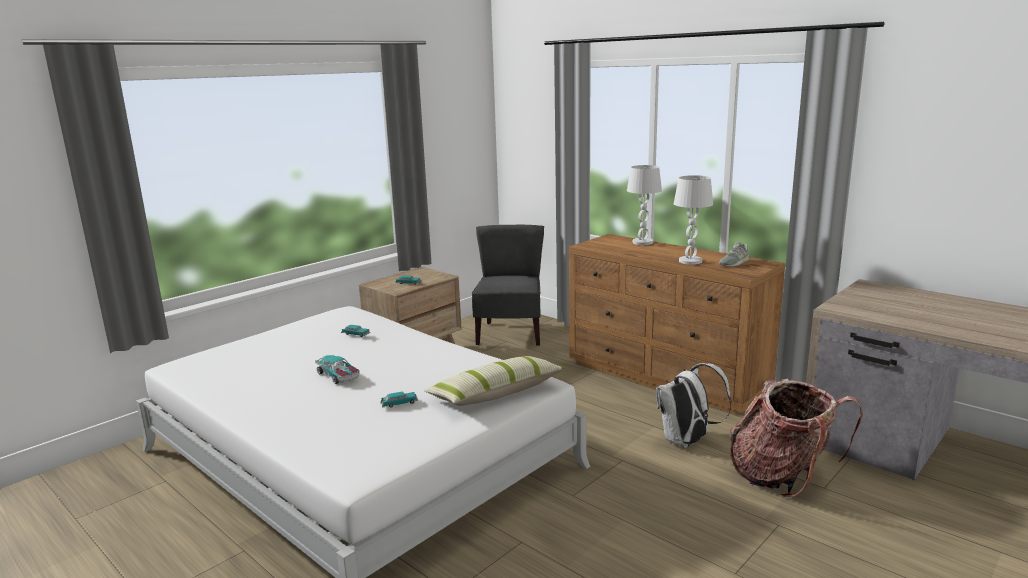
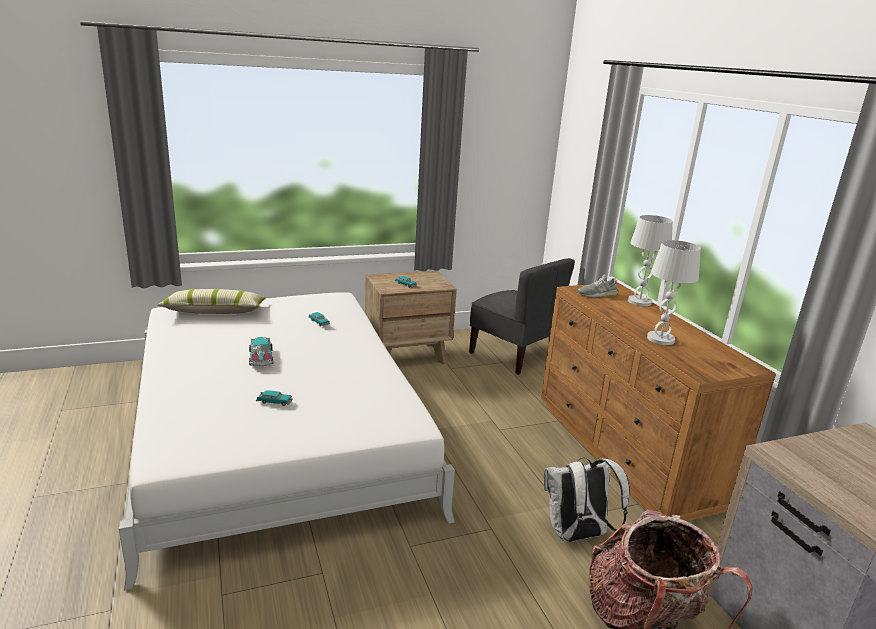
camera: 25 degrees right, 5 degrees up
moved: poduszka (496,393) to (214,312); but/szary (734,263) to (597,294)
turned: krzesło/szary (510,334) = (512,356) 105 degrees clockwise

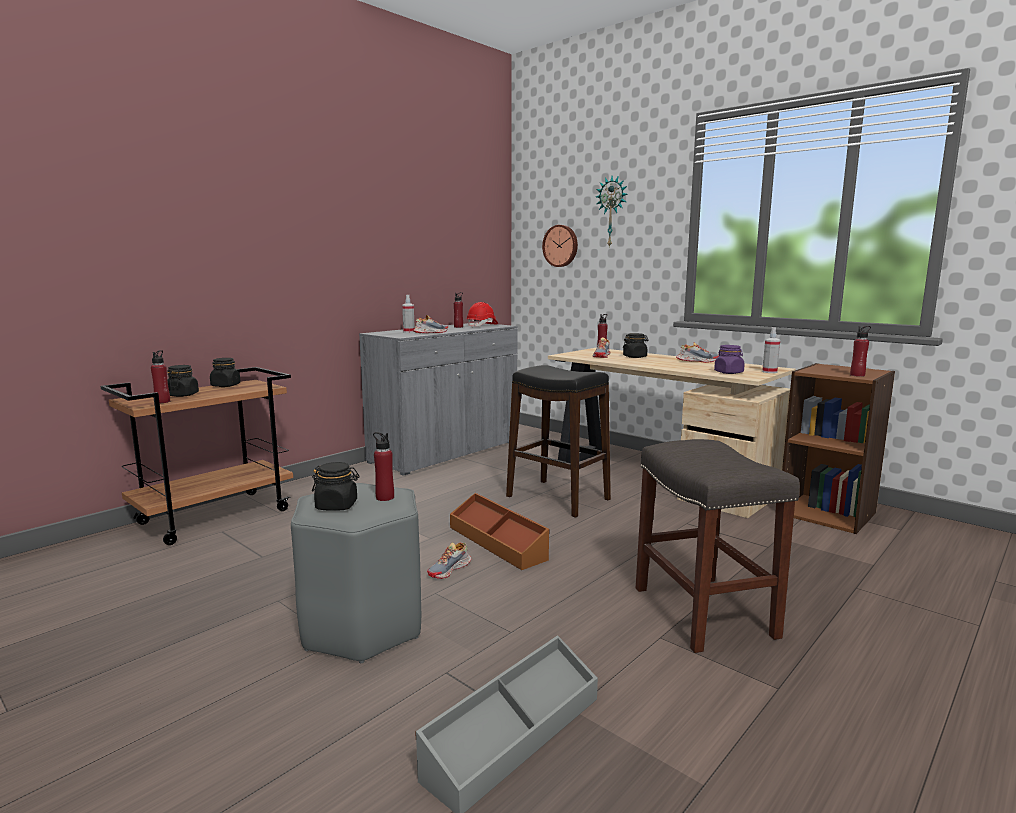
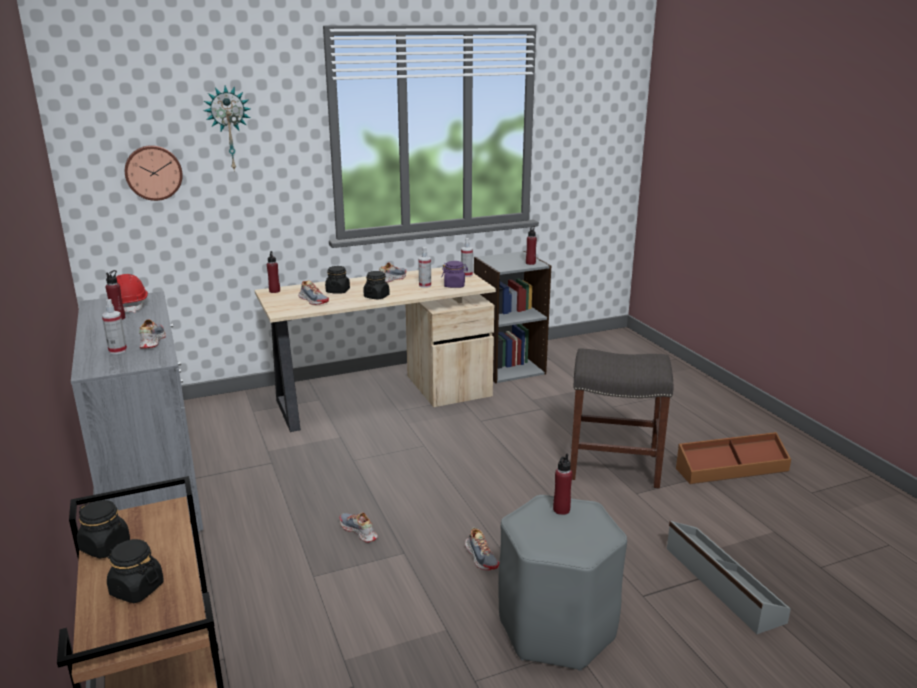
camera: 65 degrees left, 10 degrees up
removed: butelka/czerwony (162,401); stołek/czarny (557,498)
added: but (358,531); spryskiwacz (425,285)
moved: słoik/czarny (337,506) to (376,296); pojemnik do przechowywania/brązowy (498,542) to (731,469)
recoloured: regał/brązowy (827,513) to regał/szary (508,367)

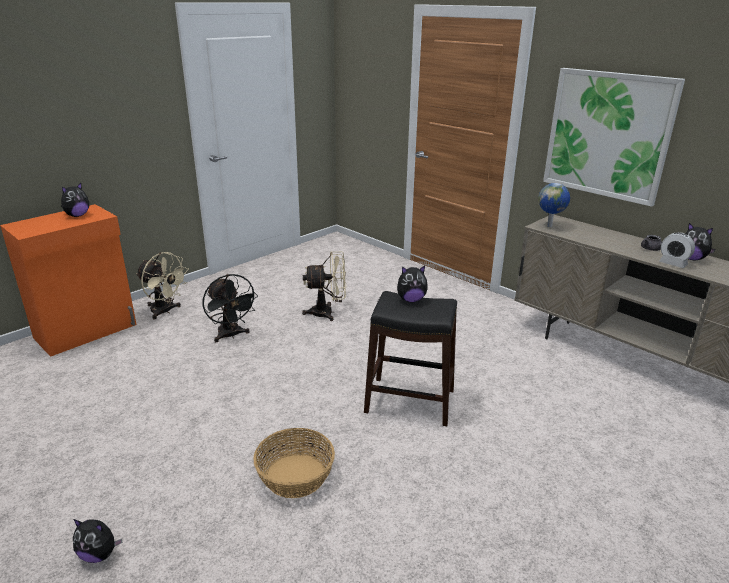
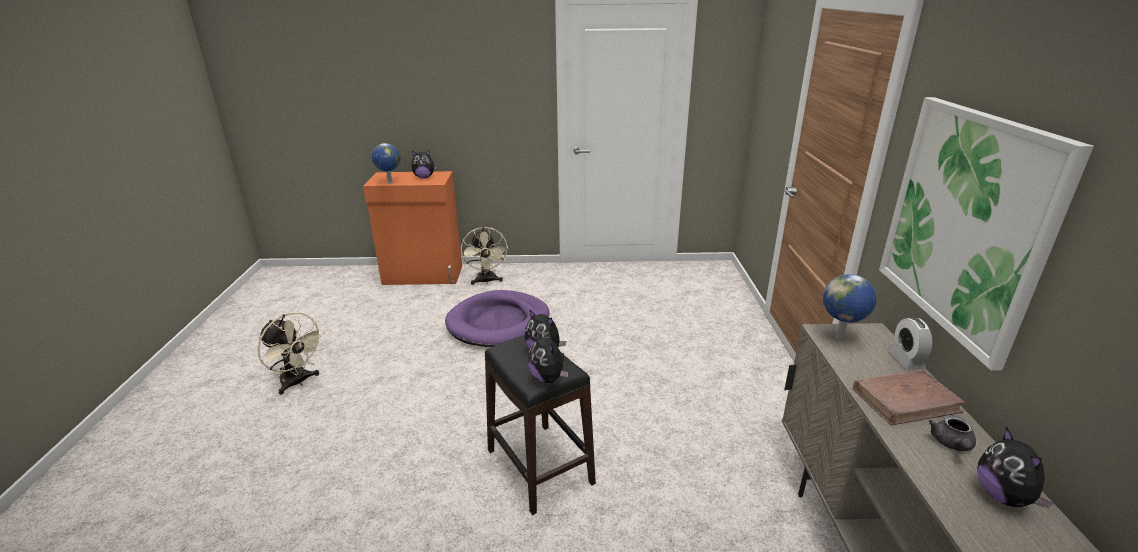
camera: 45 degrees right, 0 degrees up
removed: koszyk (295,475)
added: globus (389,183); książka/brązowy (905,400)
moved: pluszak (99,554) to (548,378); wentylator/beżowy (328,313) to (298,382); budzik (673,263) to (906,360)
replaced: wentylator/czarny (231,335) to legowisko/fioletowy (498,322)

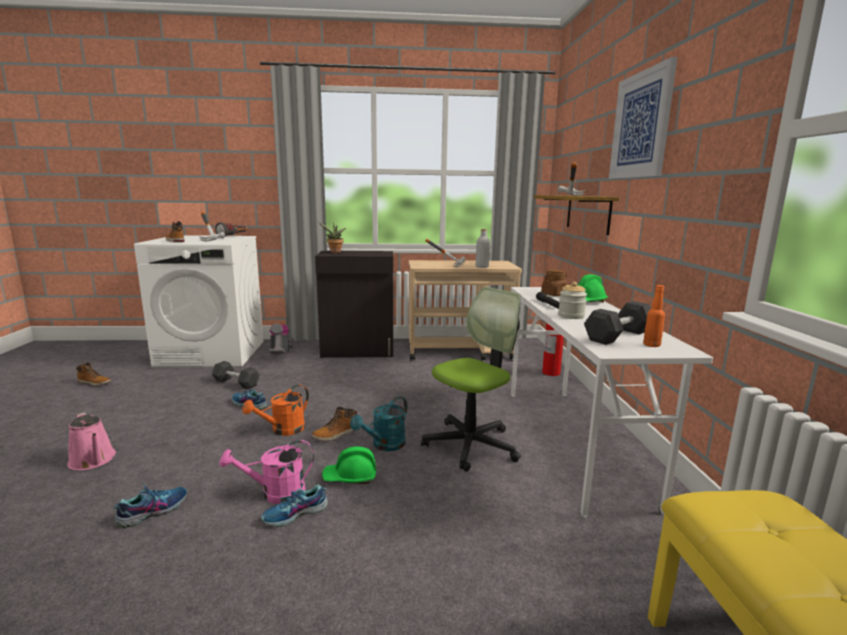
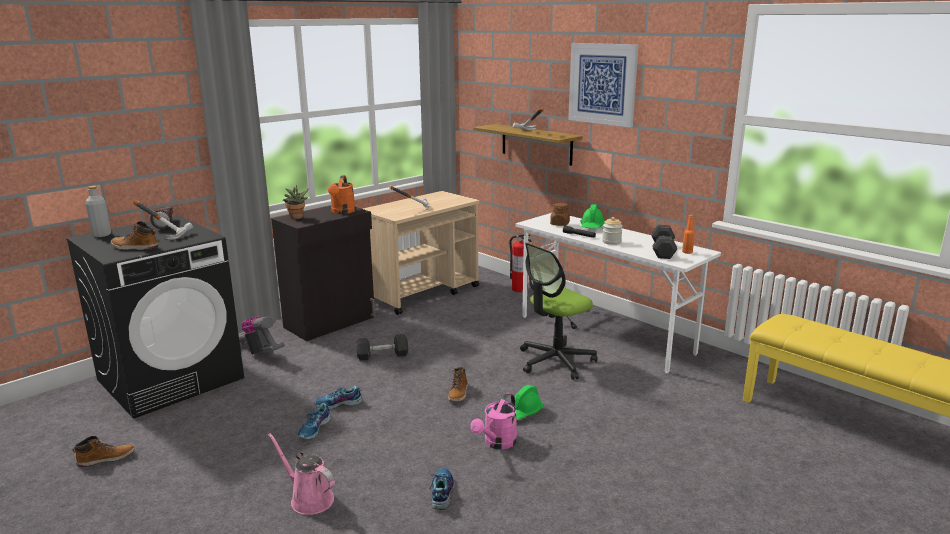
camera: 40 degrees left, 5 degrees up
removed: konewka/turkusowy (384,445)
moved: hantel/szary (236,383) to (382,355); konewka/pomarańczowy (283,430) to (342,212); but (295,514) to (315,428); butelka/szary (482,267) to (101,235)
recoloured: pralka/biały (212,353) to pralka/czarny (171,378)
turned: konewka/różowy (93,461) = (309,499) 150 degrees counterclockwise; krzesło biurowe (471,445) = (555,361) 135 degrees counterclockwise

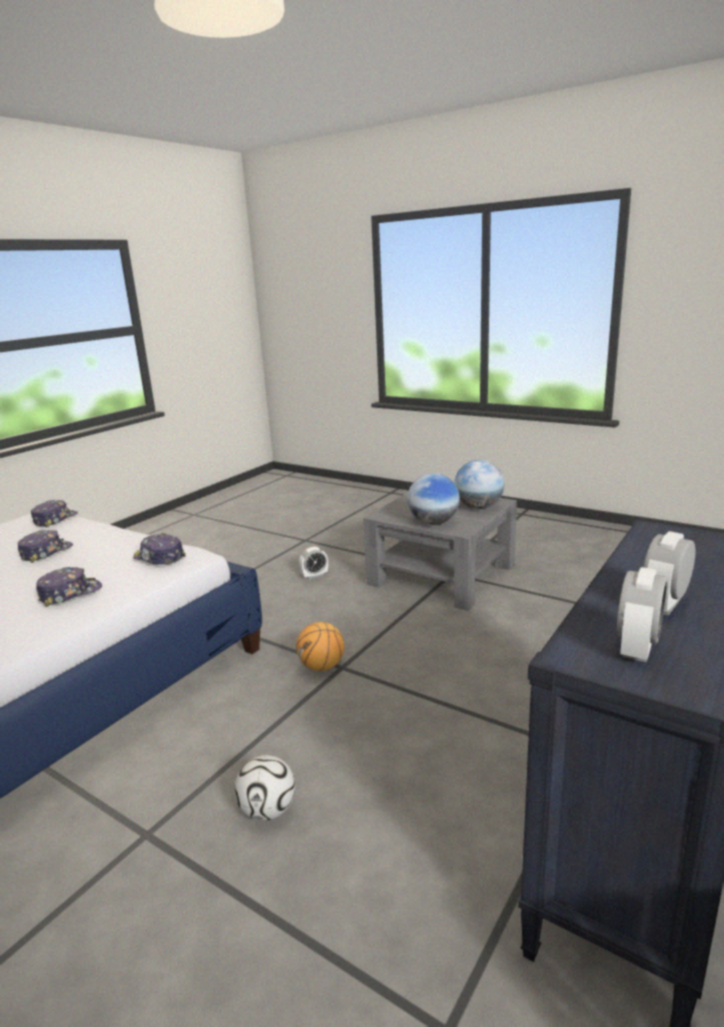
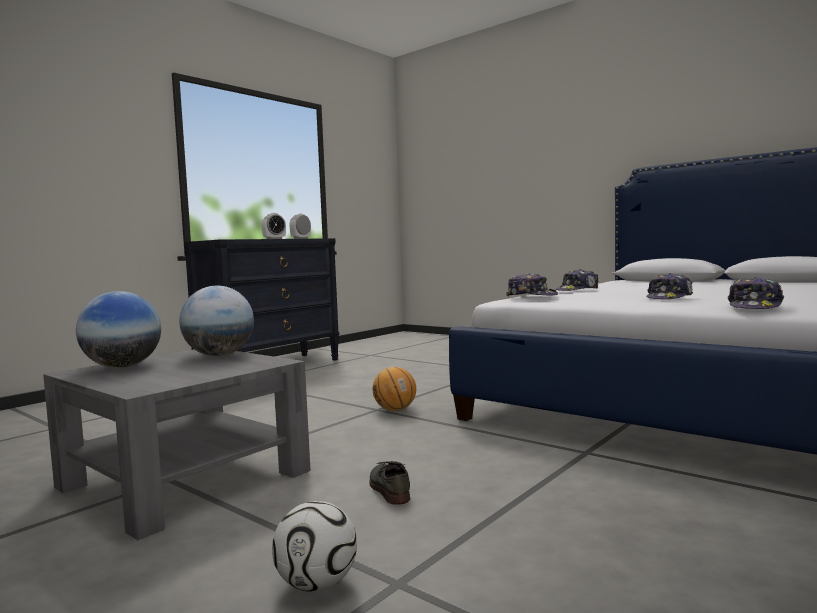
camera: 175 degrees left, 15 degrees down
moved: piłka futbolowa (268,810) to (316,584)
replaced: budzik (314,575) to but/szary (388,488)

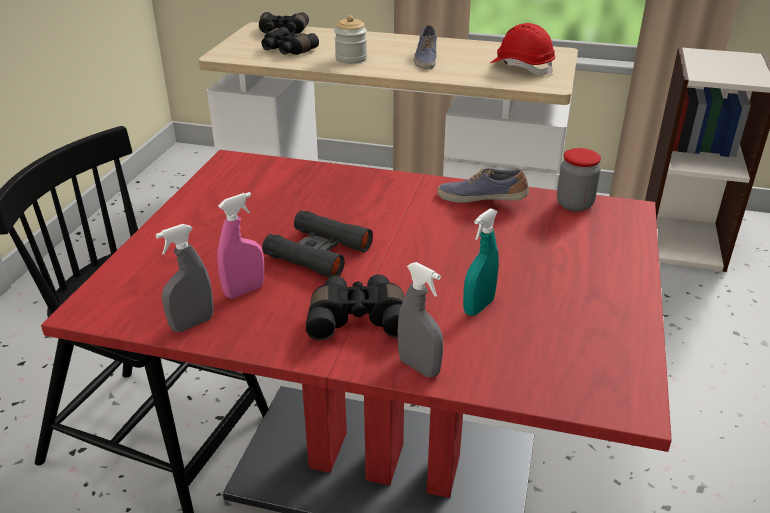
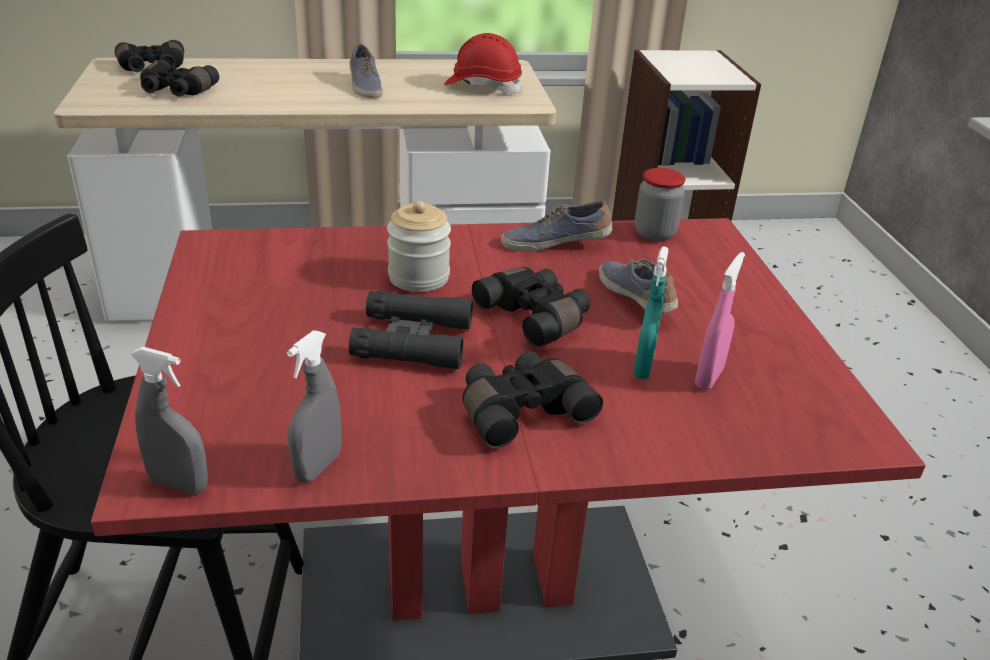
camera: 25 degrees left, 0 degrees up
added: lornetka/czarny (536,317); but (636,298)
moved: spryskiwacz/różowy (244,291) to (709,378); słoik (351,59) to (418,277); spryskiwacz/szary (419,367) to (179,484)

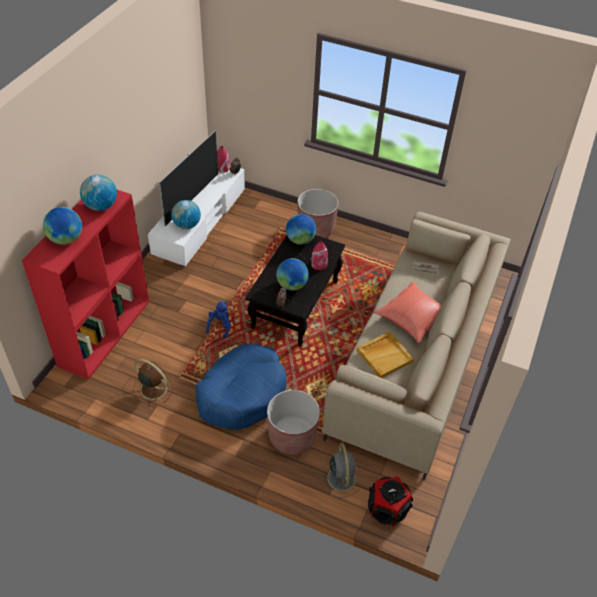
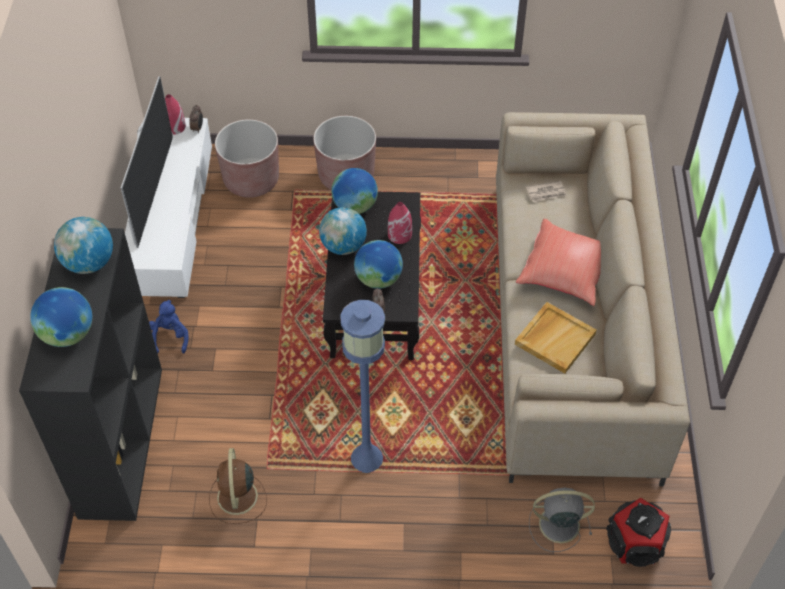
camera: 20 degrees left, 5 degrees up
moved: globus (186,225) to (343,246); pluszak/niebieski (220,326) to (170,337); donica/brązowy (292,436) to (251,180)
replaced: legowisko/niebieski (242,393) to lampa stojąca/niebieski (367,458)
recoloured: regał/czerwony (104,332) to regał/czarny (120,440)
turned: wentylator/brązowy (152,388) = (237,498) 105 degrees counterclockwise; wentylator/szary (341,477) = (557,524) 60 degrees counterclockwise

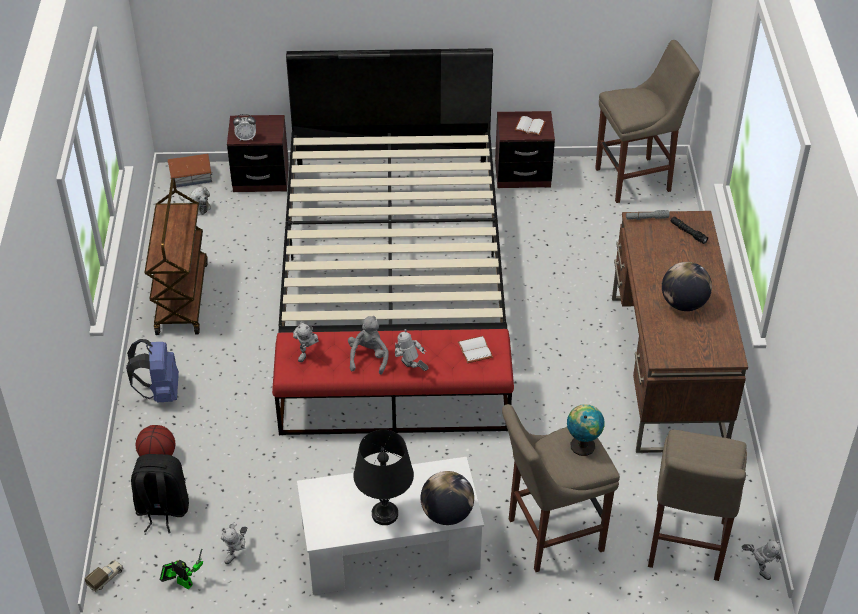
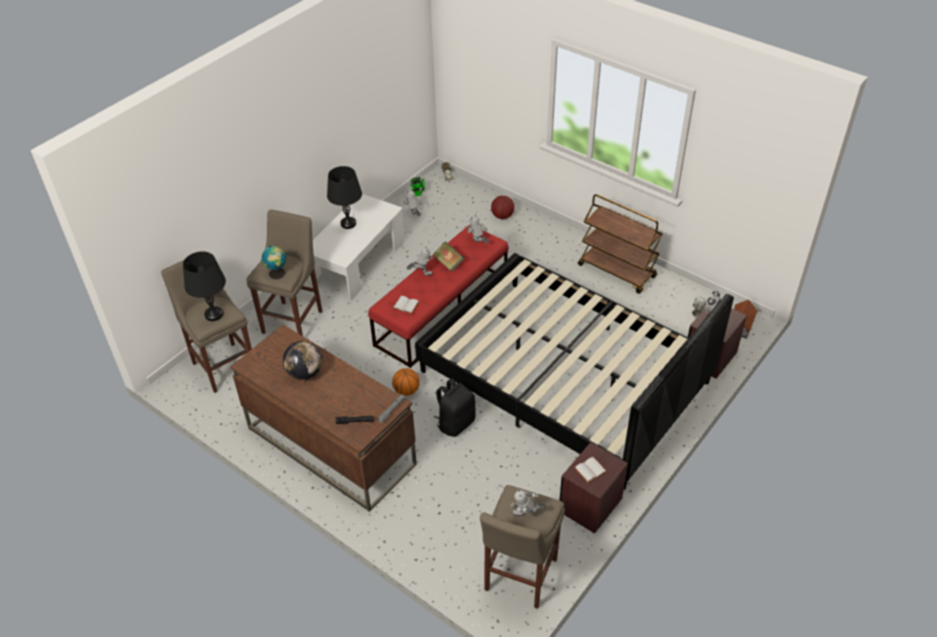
camera: 130 degrees right, 0 degrees up
removed: plecak/niebieski (160,392); globus (447,514)
added: lampa stołowa/czarny (214,314); piłka do koszykówki (406,391)
moved: plecak/czarny (162,510) to (455,423); robot zabawkowy (759,568) to (526,516)
replaced: pluszak/szary (368,357) to książka (448,263)

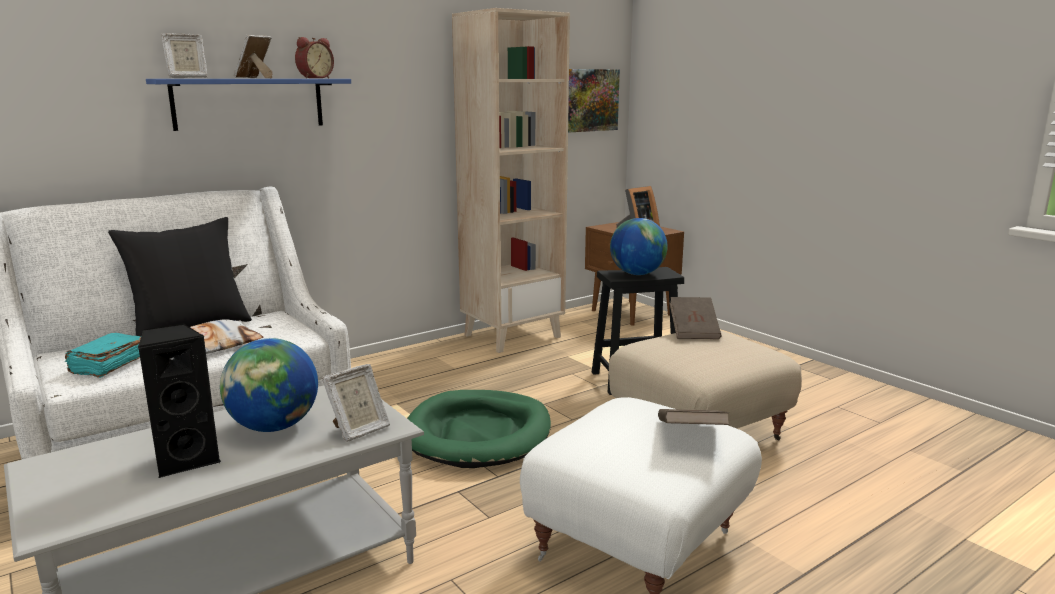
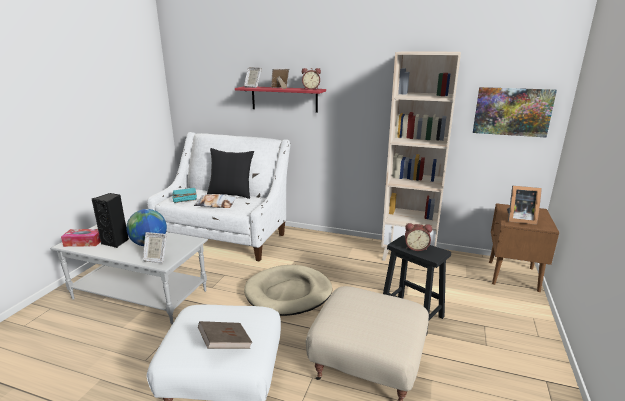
camera: 55 degrees right, 5 degrees up
removed: książka/brązowy (694,331)
added: pudełko chusteczek (84,242)
replaced: globus (637,274) to budzik (416,247)
recoloured: półka/niebieski (249,103) to półka/czerwony (284,99); legowisko/zielony (478,434) to legowisko/beżowy (288,293)

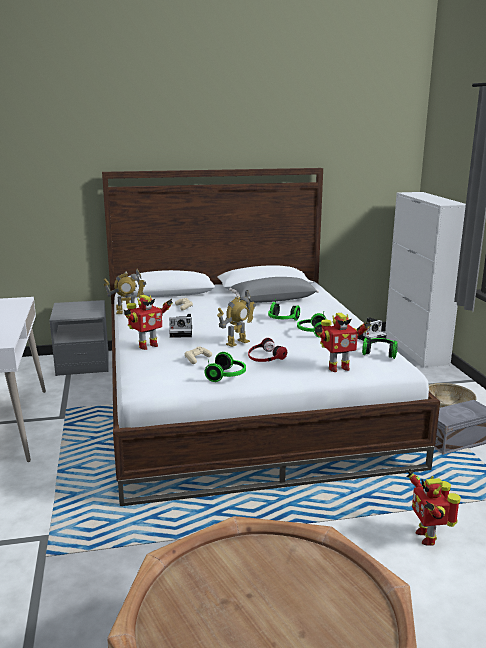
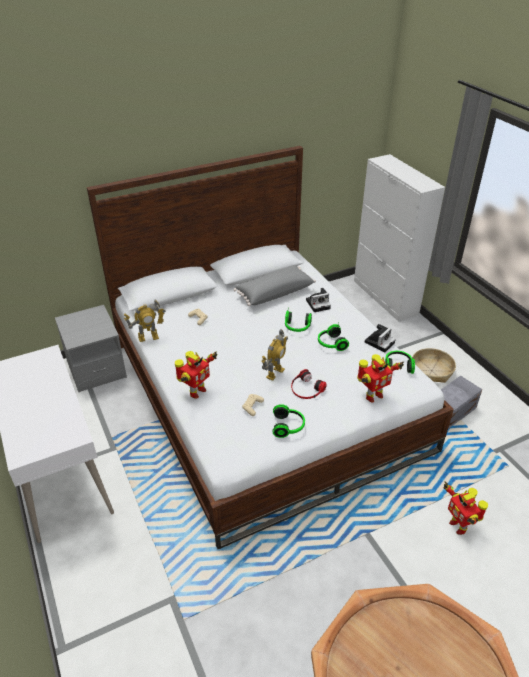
camera: 15 degrees left, 20 degrees up
moved: aparat fotograficzny (182,332) to (318,304)

